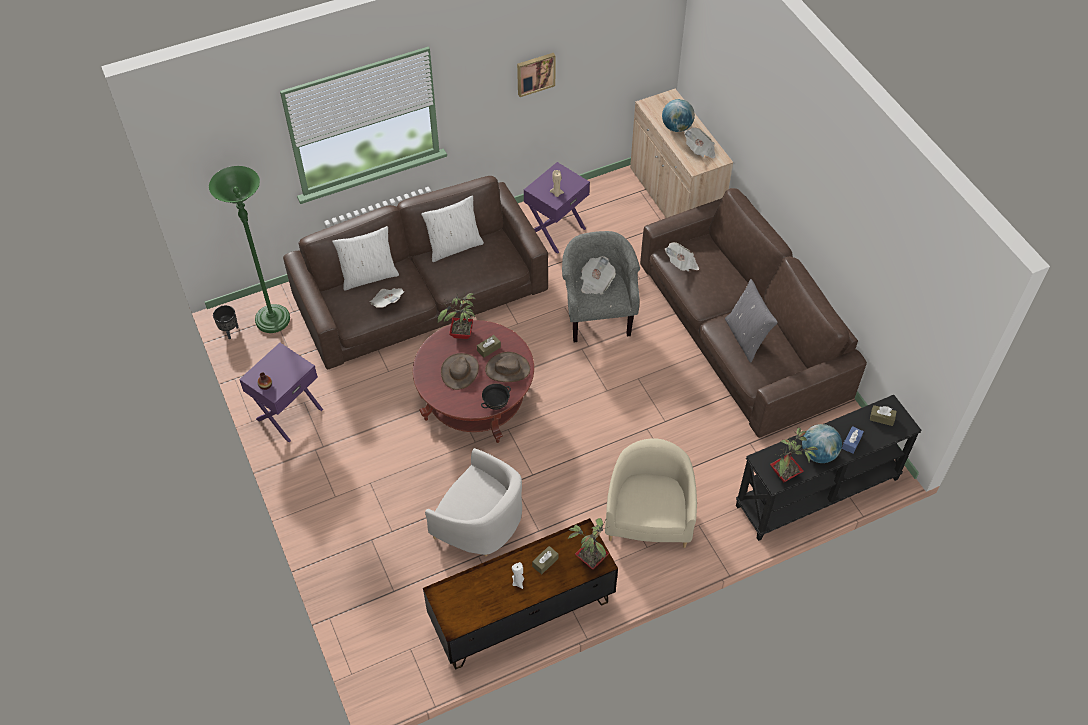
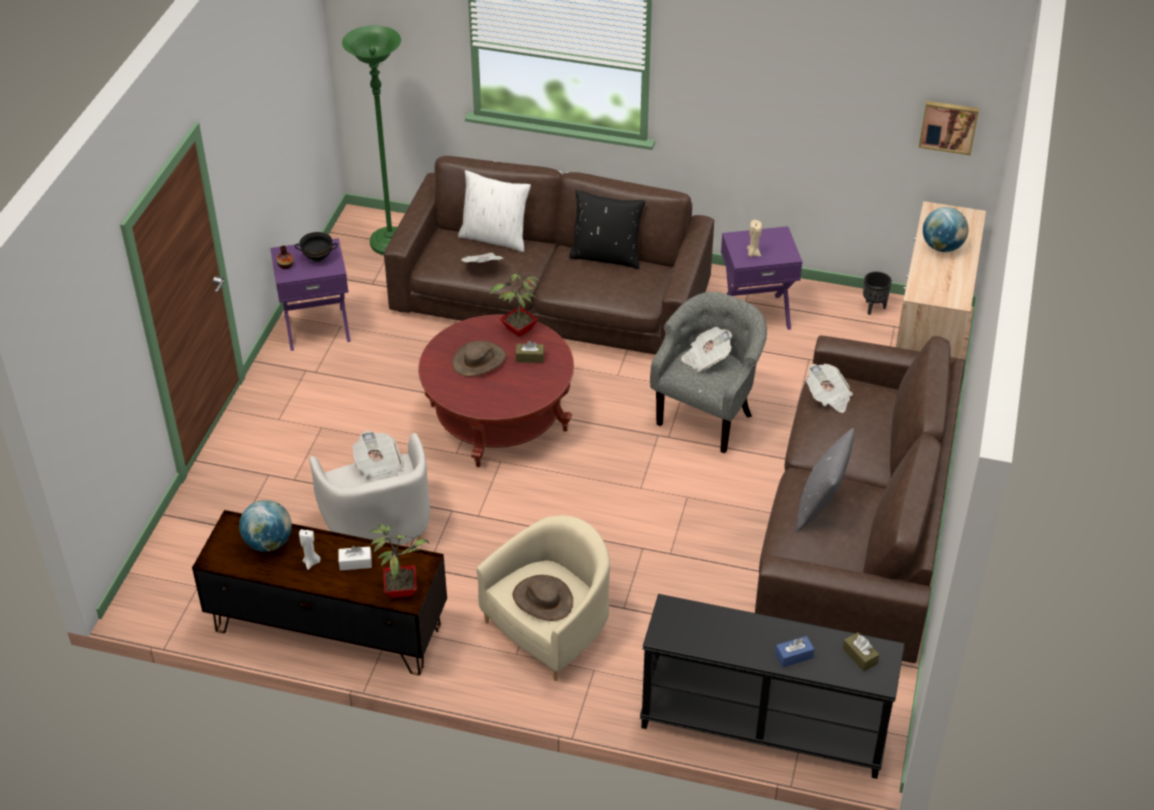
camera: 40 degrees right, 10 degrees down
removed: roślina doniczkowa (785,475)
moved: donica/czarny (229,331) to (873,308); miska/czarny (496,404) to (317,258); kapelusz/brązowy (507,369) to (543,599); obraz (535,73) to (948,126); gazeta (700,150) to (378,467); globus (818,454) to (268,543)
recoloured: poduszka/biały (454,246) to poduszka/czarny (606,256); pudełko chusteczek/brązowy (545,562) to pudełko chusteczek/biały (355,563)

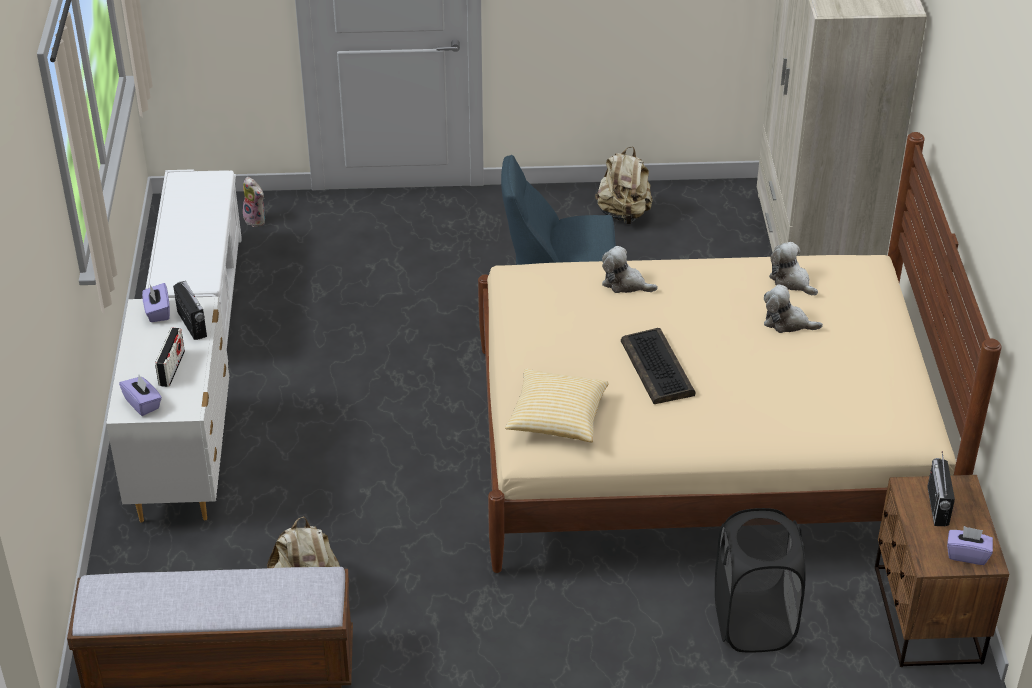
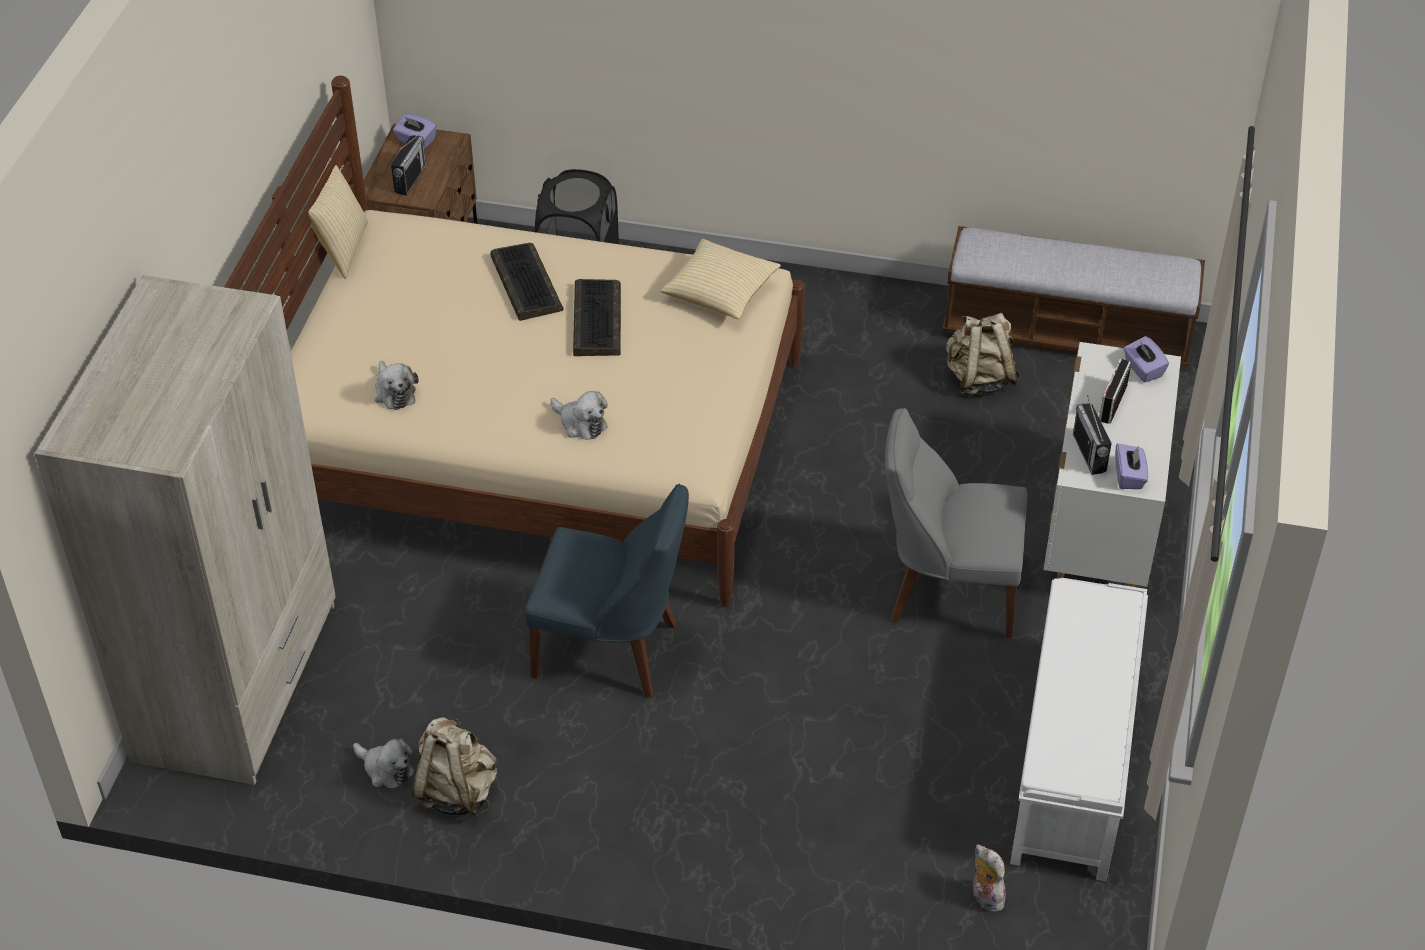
camera: 165 degrees left, 5 degrees up
added: poduszka (341,249); klawiatura (525,283); krzesło/szary (947,591)
moved: pluszak (787,323) to (386,769)

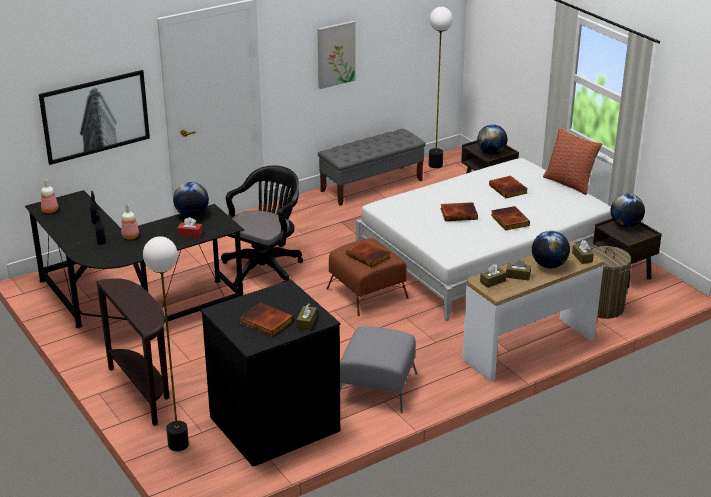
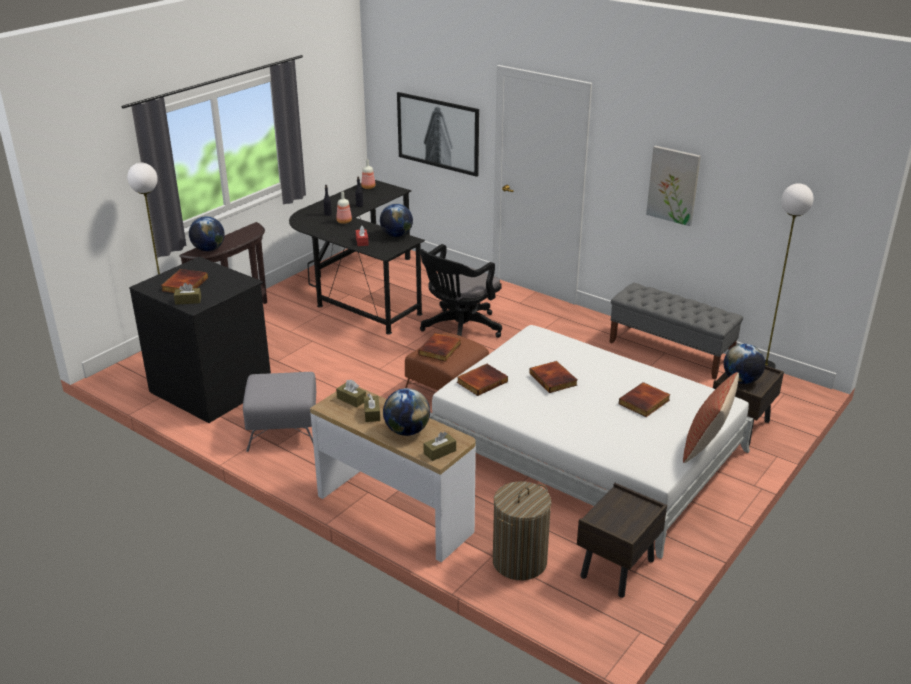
camera: 70 degrees right, 0 degrees up
moved: książka (509,220) to (481,381); globus (625,225) to (208,249)
turned: krzesło biurowe/czarny (264,267) = (459,330) 120 degrees clockwise

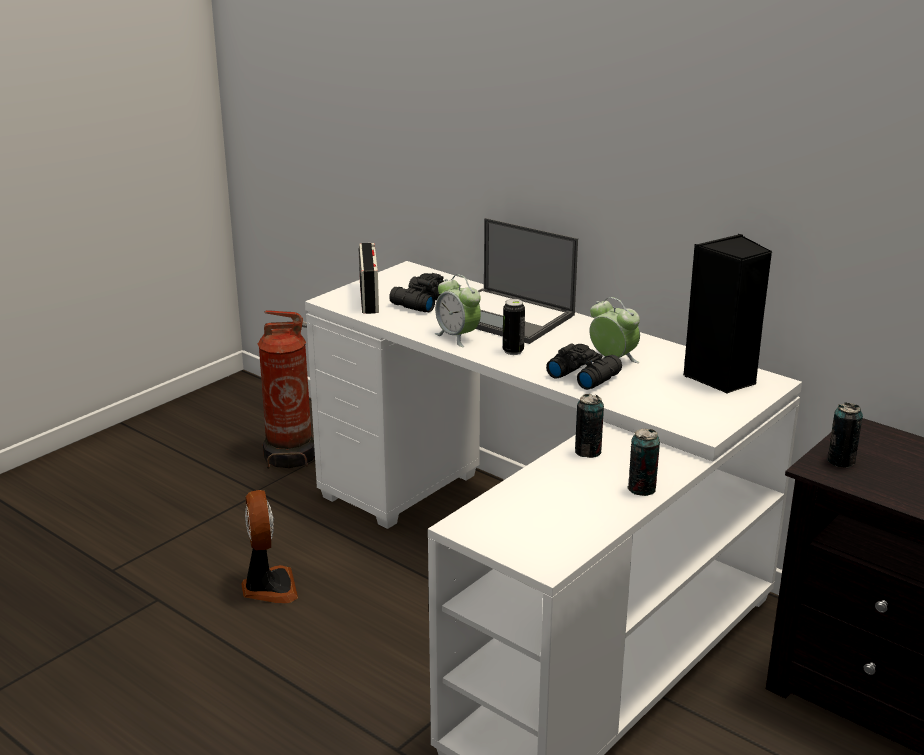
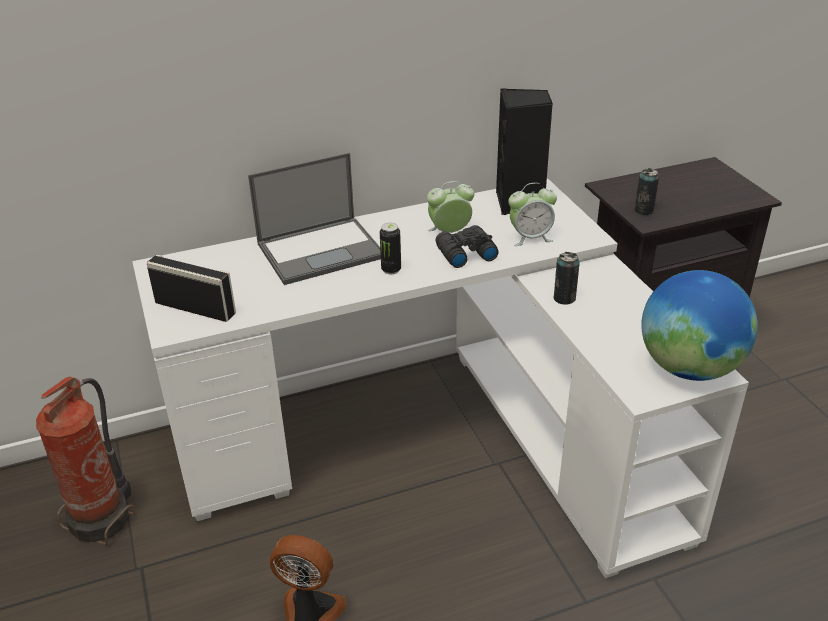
camera: 60 degrees left, 10 degrees up
removed: lornetka/czarny (419,303); puszka (641,489)
added: globus (688,368)
moved: budzik (457,337) to (530,237)

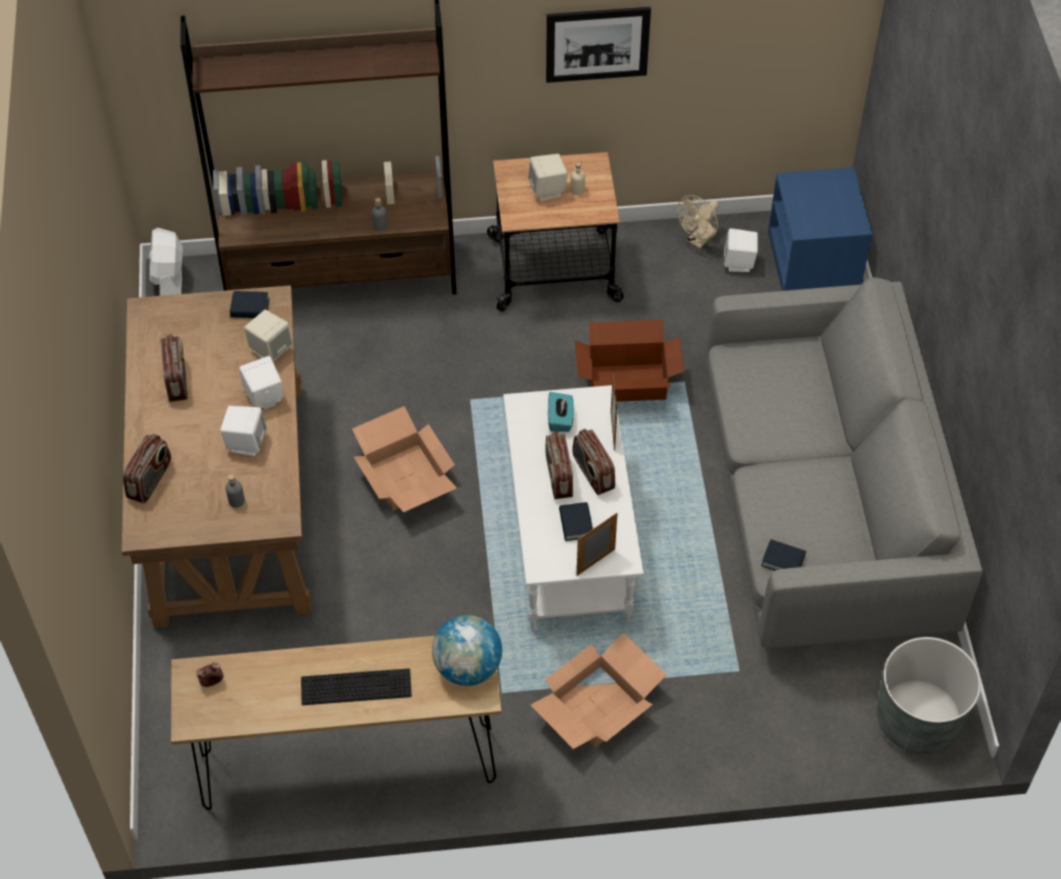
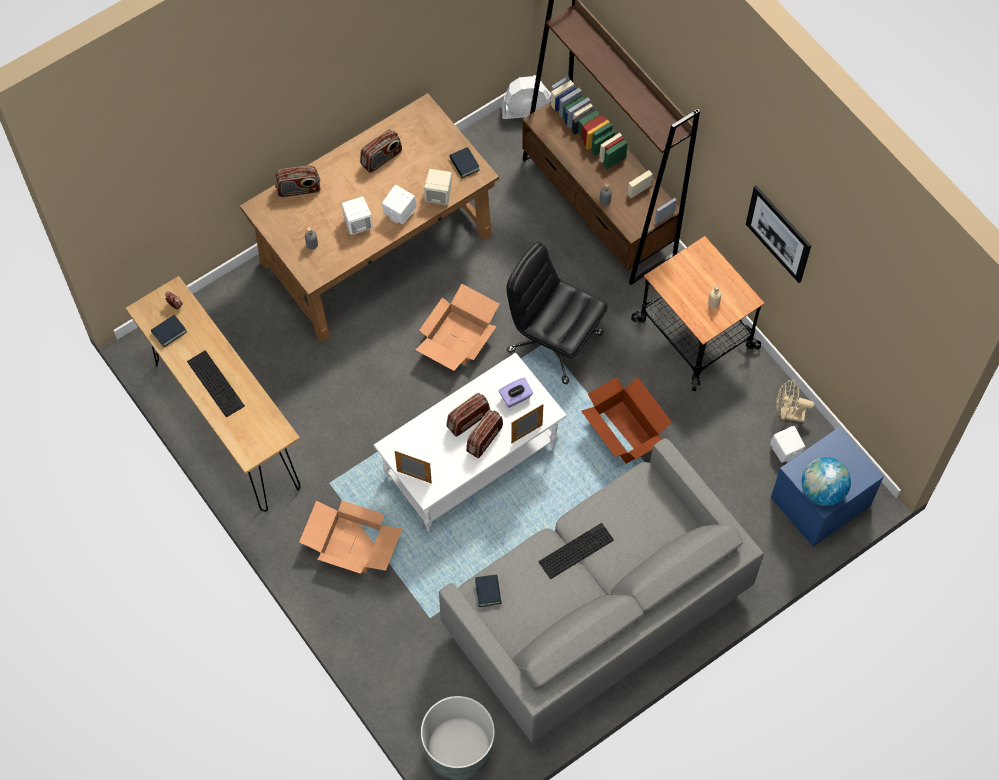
camera: 60 degrees right, 10 degrees up
removed: głośnik/beżowy (547,190)
added: krzesło biurowe/czarny (553,341); klawiatura (576,551)
moved: globus (467,667) to (822,491); książka (575,524) to (169,332)
recoloured: pudełko chusteczek/turkusowy (560,419) to pudełko chusteczek/fioletowy (516,397)
turned: wentylator/biały (170,280) = (526,110) 150 degrees counterclockwise

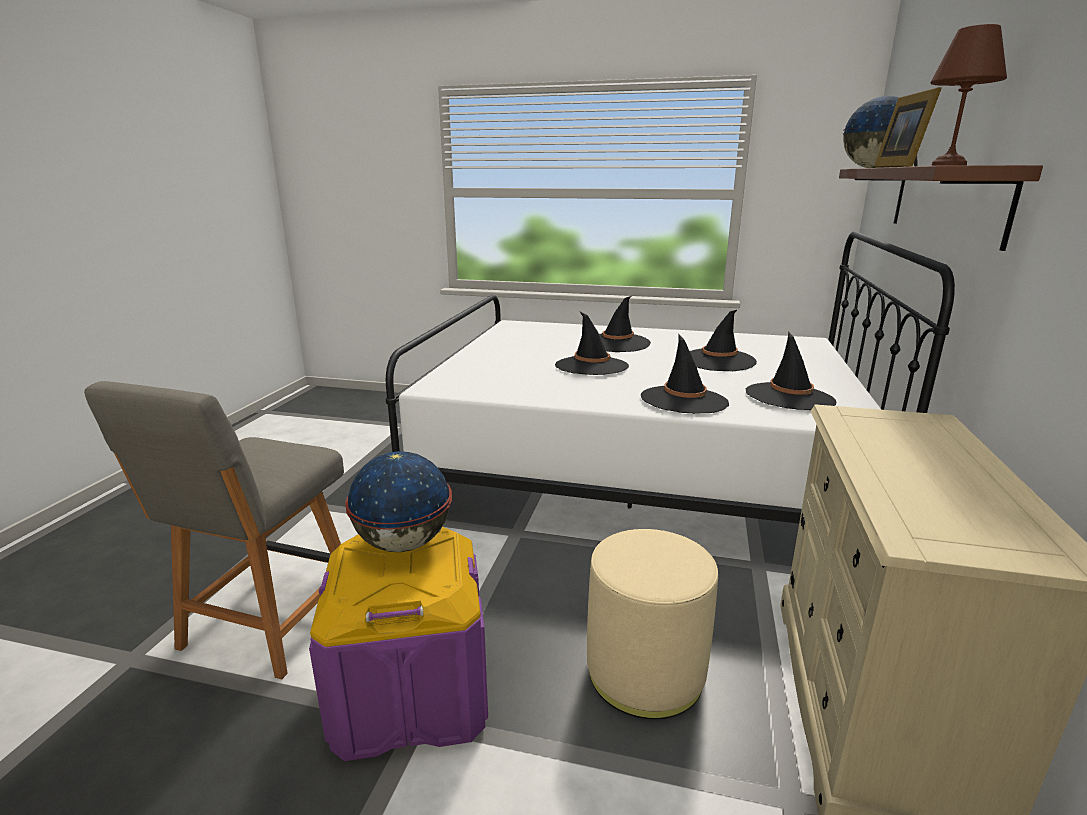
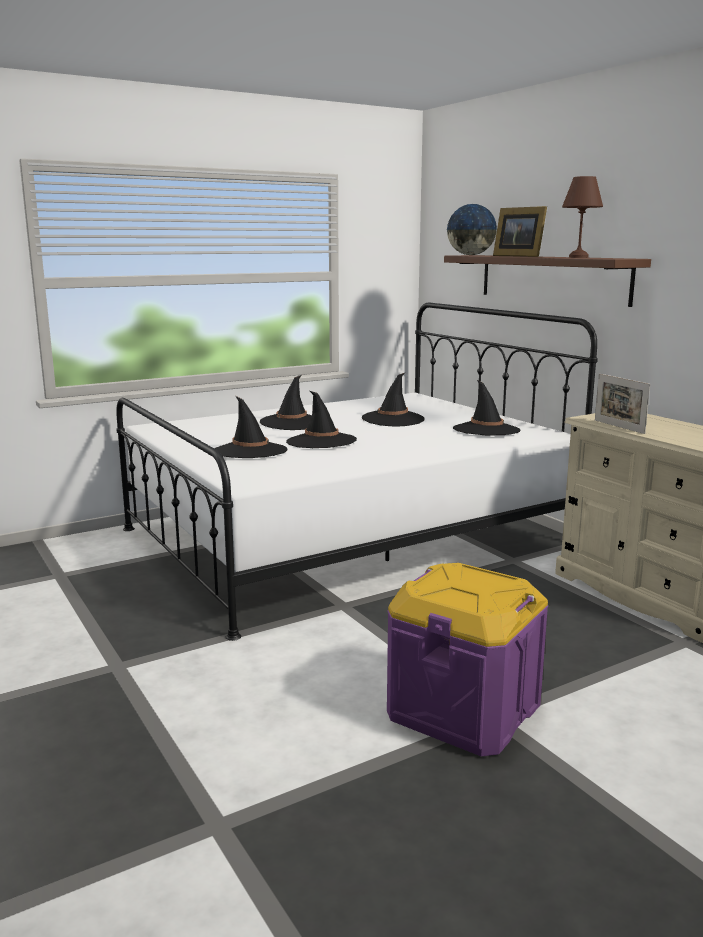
camera: 45 degrees left, 5 degrees down
removed: krzesło/szary (267,625); globus (403,544); pufa/beżowy (645,672)
added: ramka na zdjęcie (619,426)
moved: kapelusz/czarny (684,400) to (250,451)

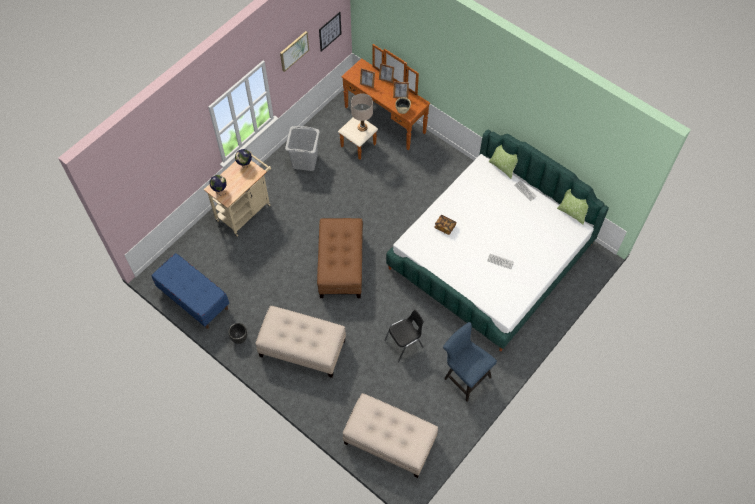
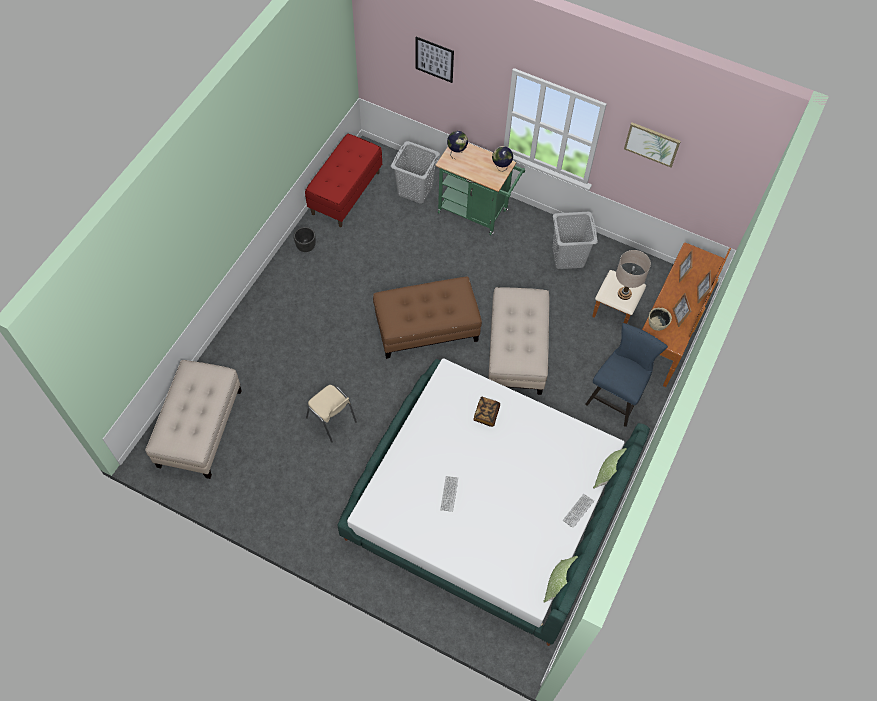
camera: 75 degrees right, 0 degrees up
added: kosz na pranie/szary (415,189)
moved: pufa/beżowy (302,348) to (516,350); obraz (330,31) to (434,59); krzesło/niebieski (464,376) to (616,397)
recoloured: ławka/niebieski (193,299) to ławka/czerwony (345,193); wózek/beżowy (245,210) to wózek/zielony (476,212); krzesło/czarny (405,344) to krzesło/beżowy (332,421)

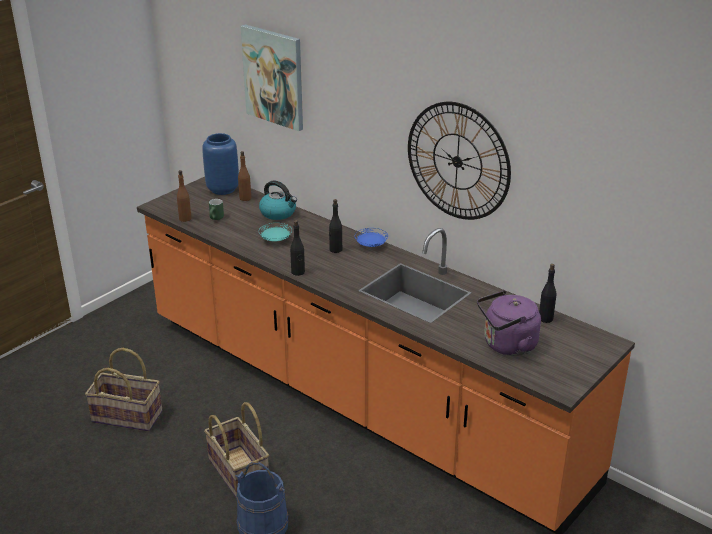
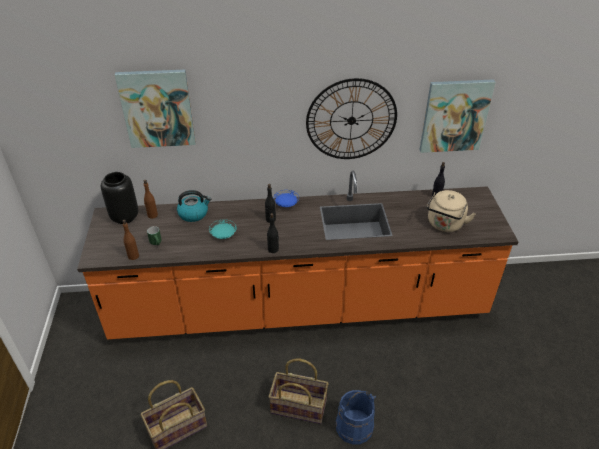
camera: 45 degrees left, 10 degrees up
added: obraz (455,116)
recoloured: wazon/niebieski (222,190) to wazon/czarny (125,217); czajnik/fioletowy (507,345) to czajnik/beżowy (444,225)

